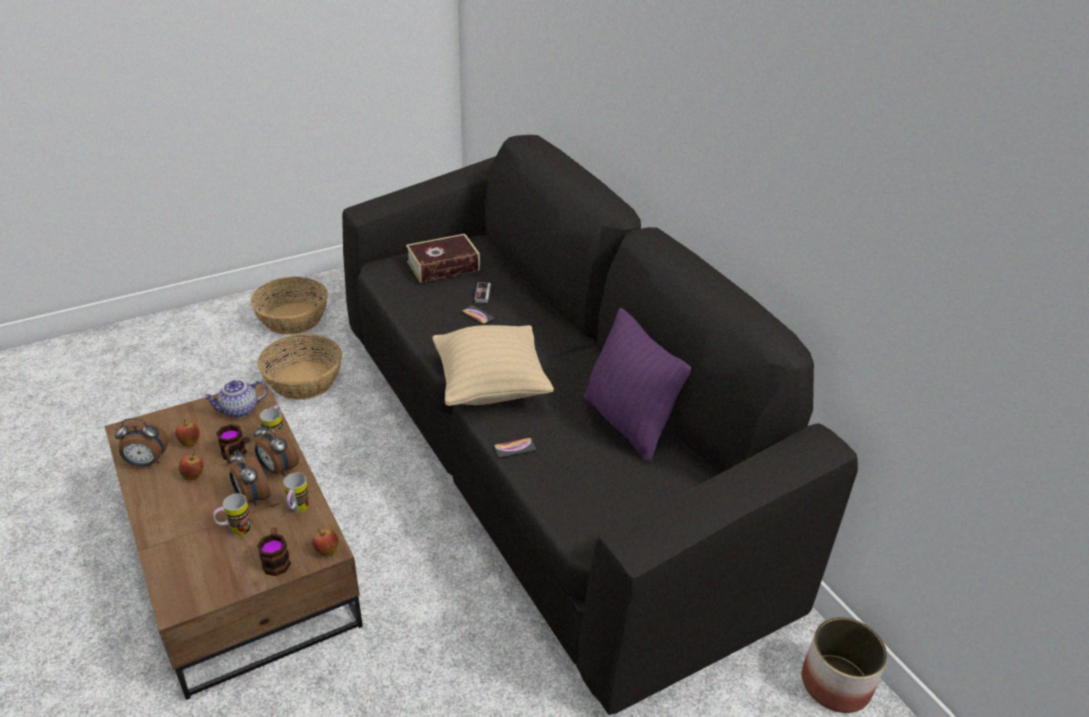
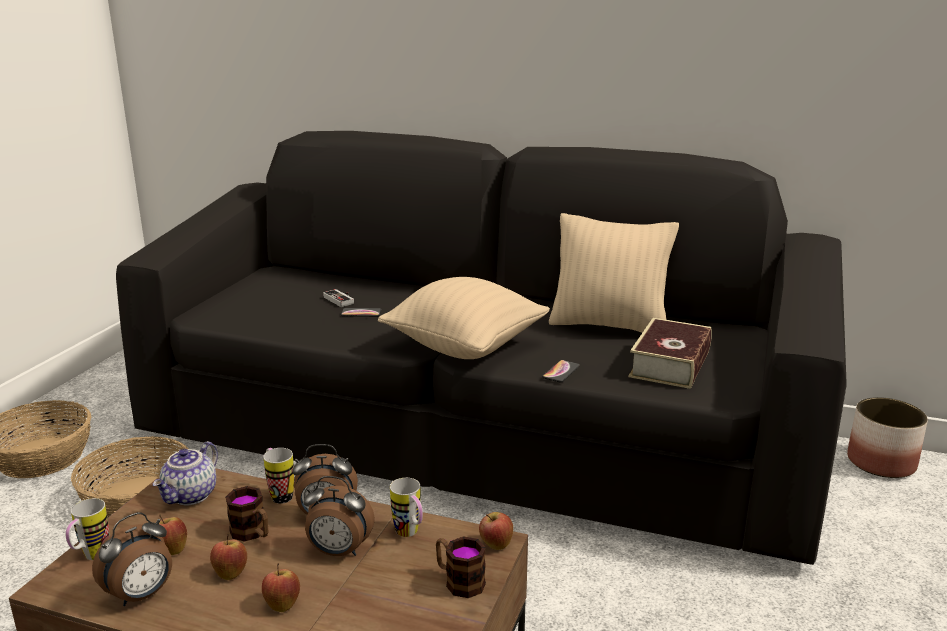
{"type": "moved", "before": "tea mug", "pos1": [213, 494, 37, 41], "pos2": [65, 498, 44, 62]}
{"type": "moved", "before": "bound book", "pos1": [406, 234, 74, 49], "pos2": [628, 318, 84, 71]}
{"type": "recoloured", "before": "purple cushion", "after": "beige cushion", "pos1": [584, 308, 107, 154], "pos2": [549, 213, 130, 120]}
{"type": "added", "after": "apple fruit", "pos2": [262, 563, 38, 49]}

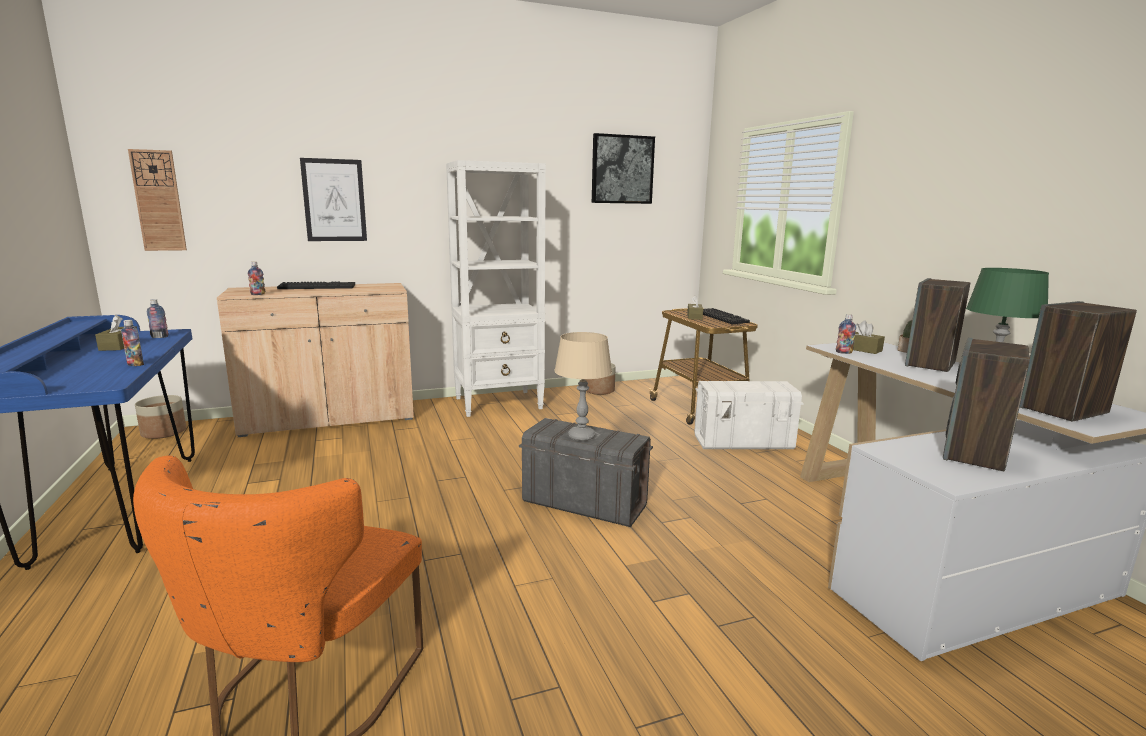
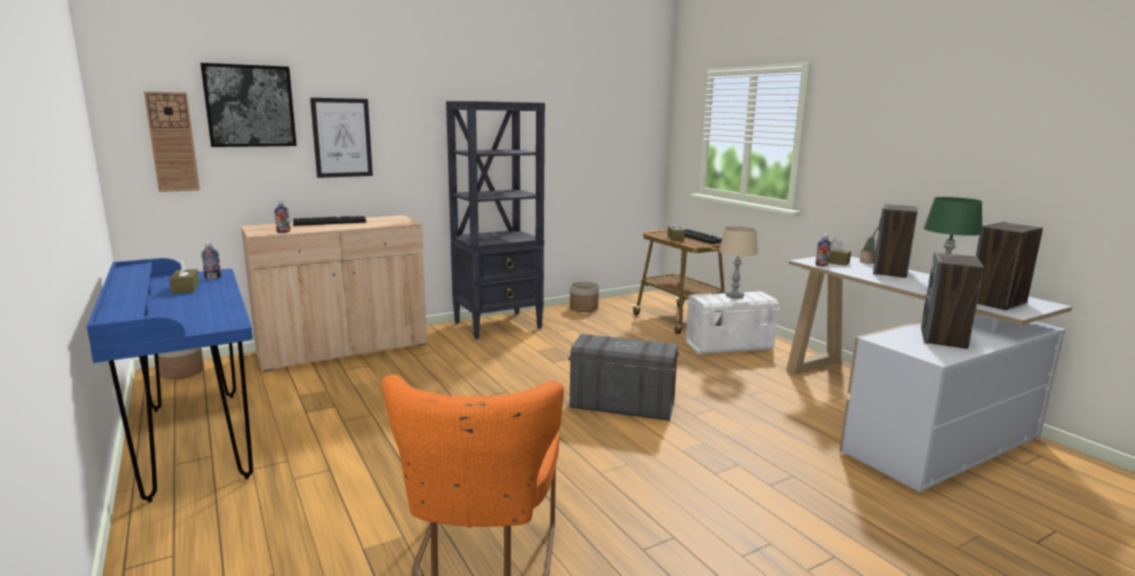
{"type": "removed", "before": "beverage bottle", "pos1": [121, 320, 23, 46]}
{"type": "recoloured", "before": "white-coloured bookcase", "after": "black-coloured bookcase", "pos1": [446, 160, 100, 257], "pos2": [446, 101, 99, 238]}
{"type": "moved", "before": "beige tabletop lamp", "pos1": [554, 332, 58, 109], "pos2": [719, 226, 39, 72]}
{"type": "moved", "before": "wall art", "pos1": [592, 133, 63, 71], "pos2": [200, 63, 97, 84]}

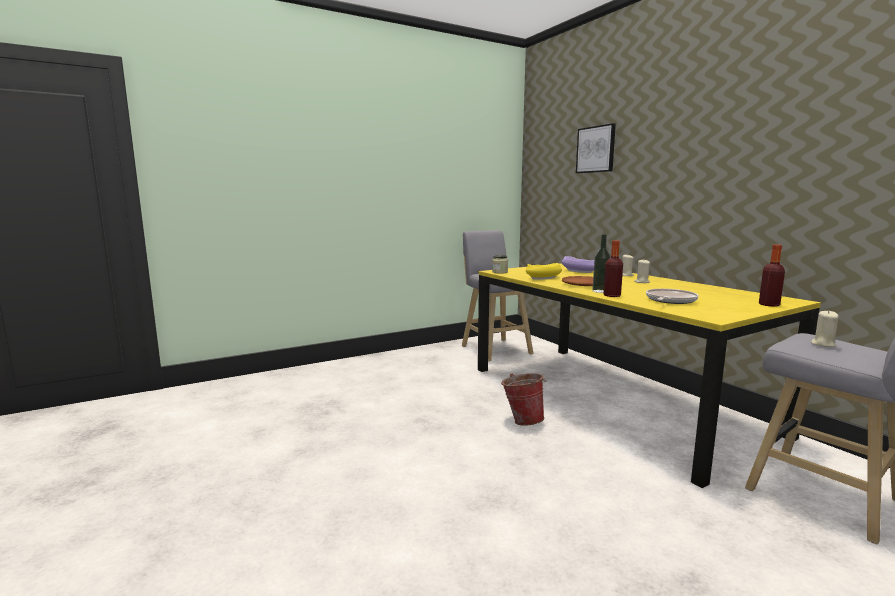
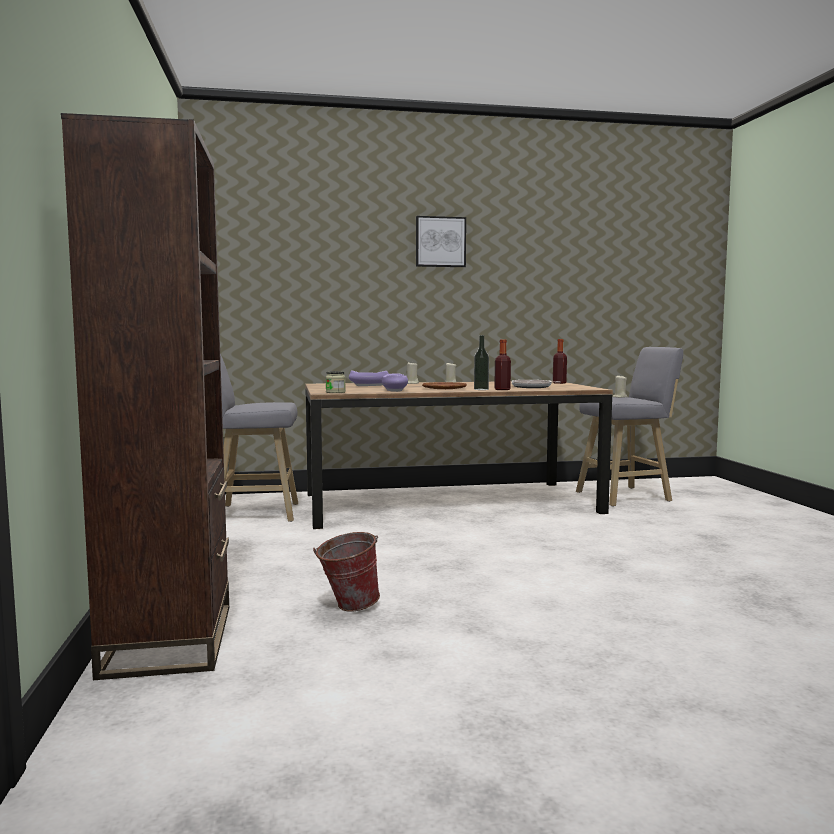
{"type": "recoloured", "before": "yellow dining table", "after": "brown-coloured dining table", "pos1": [478, 263, 343, 225], "pos2": [305, 381, 308, 148]}
{"type": "moved", "before": "pail", "pos1": [501, 373, 46, 53], "pos2": [313, 532, 67, 80]}
{"type": "recoloured", "before": "yellow serving bowl", "after": "purple serving bowl", "pos1": [526, 263, 36, 17], "pos2": [382, 373, 26, 19]}
{"type": "moved", "before": "wall art", "pos1": [576, 123, 40, 50], "pos2": [416, 216, 50, 51]}
{"type": "added", "after": "brown-coloured bookcase", "pos2": [61, 113, 168, 567]}

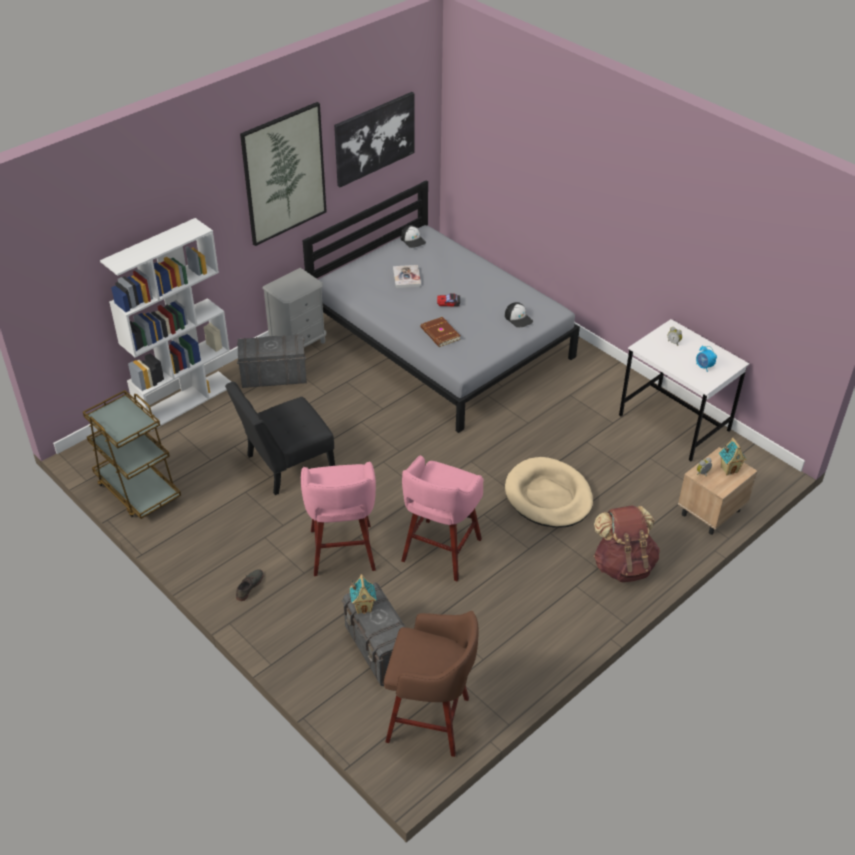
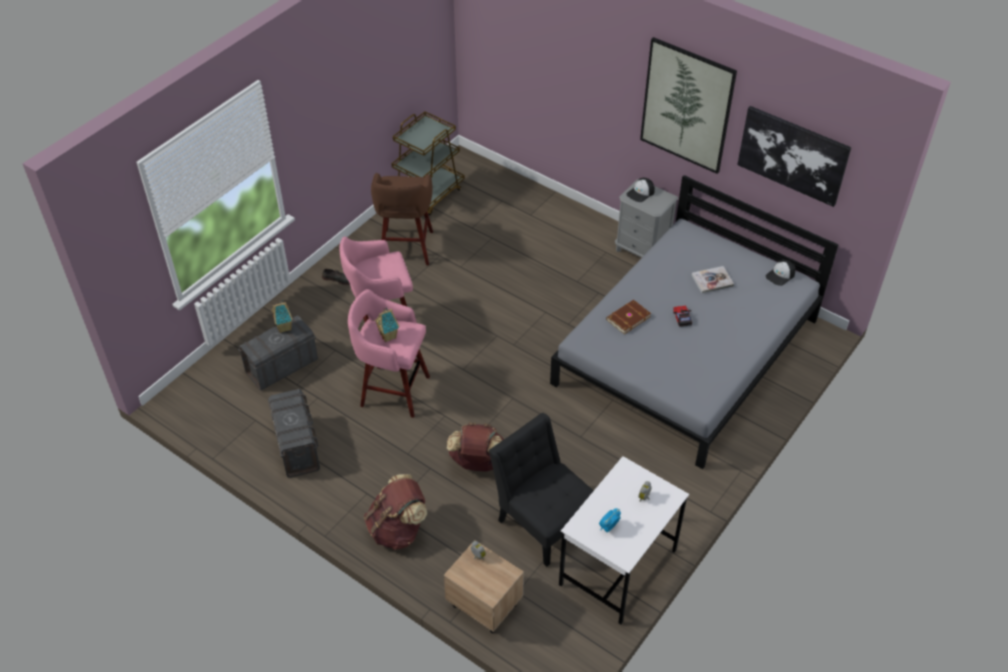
{"type": "removed", "before": "white-coloured bookcase", "pos1": [100, 218, 131, 213]}
{"type": "moved", "before": "black-coloured upright chair", "pos1": [225, 381, 110, 114], "pos2": [489, 413, 105, 154]}
{"type": "moved", "before": "greyish storage container", "pos1": [237, 334, 70, 54], "pos2": [268, 389, 52, 89]}
{"type": "moved", "before": "brown-coloured sitting stool", "pos1": [384, 611, 95, 146], "pos2": [371, 173, 62, 92]}
{"type": "moved", "before": "peaked cap", "pos1": [505, 302, 28, 26], "pos2": [627, 178, 28, 24]}
{"type": "replaced", "before": "beige dog bed", "after": "brown-coloured knapsack", "pos1": [505, 457, 88, 71], "pos2": [447, 423, 57, 49]}
{"type": "moved", "before": "toy house", "pos1": [719, 438, 28, 37], "pos2": [374, 307, 26, 35]}

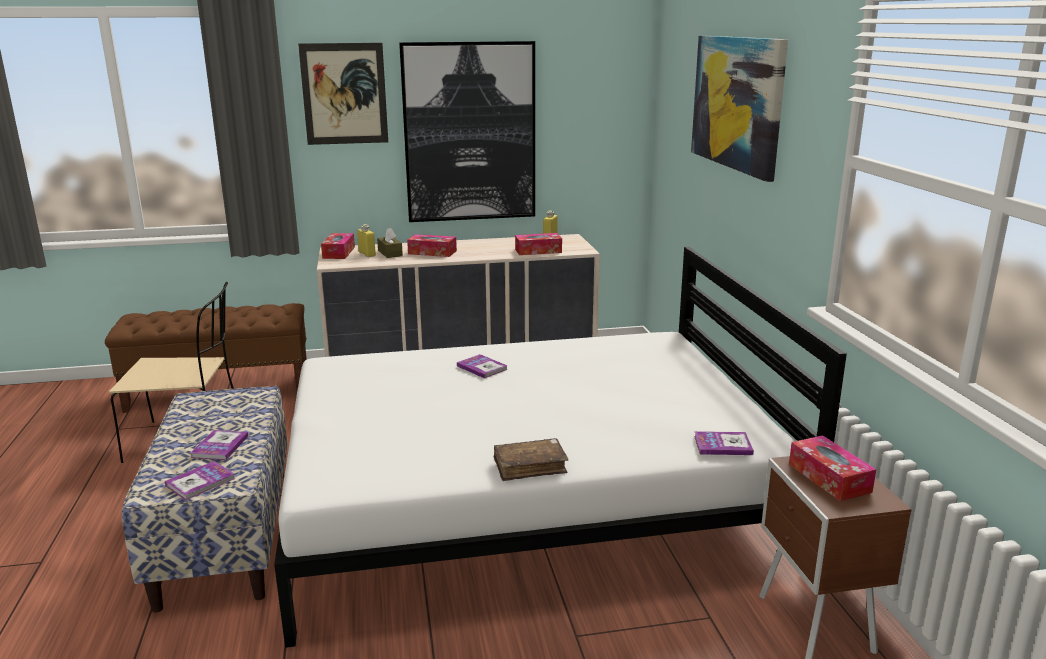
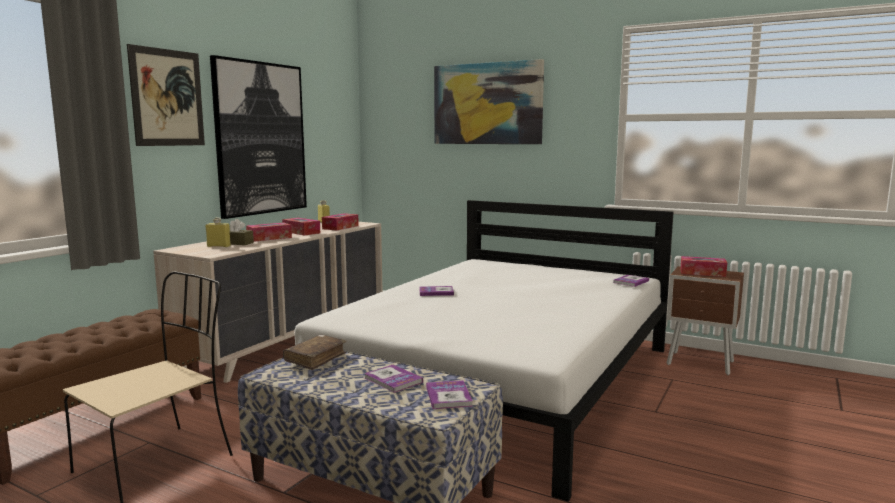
{"type": "moved", "before": "box of tissues", "pos1": [321, 233, 34, 26], "pos2": [282, 218, 38, 18]}
{"type": "moved", "before": "brown-coloured bound book", "pos1": [494, 438, 75, 43], "pos2": [283, 334, 64, 36]}

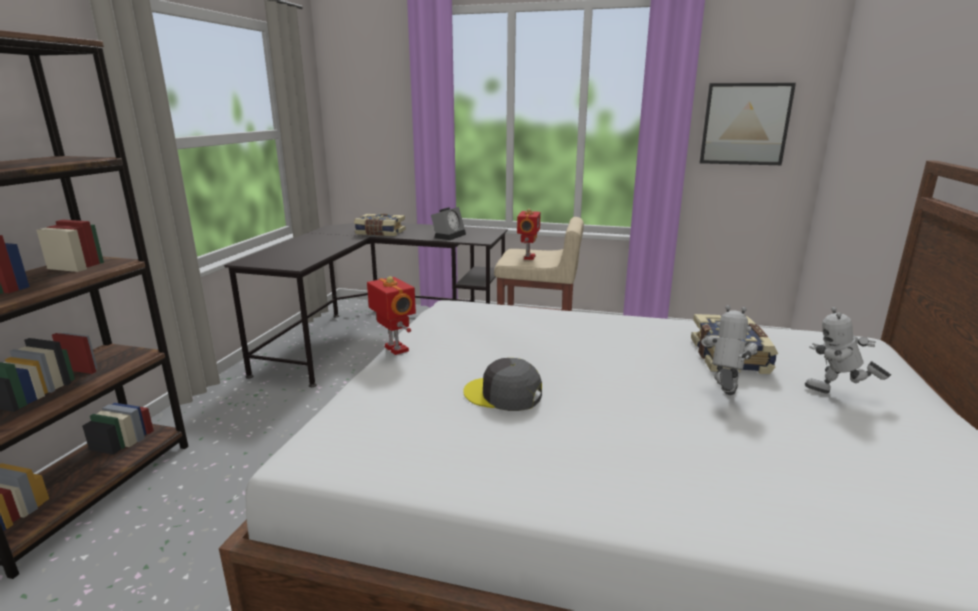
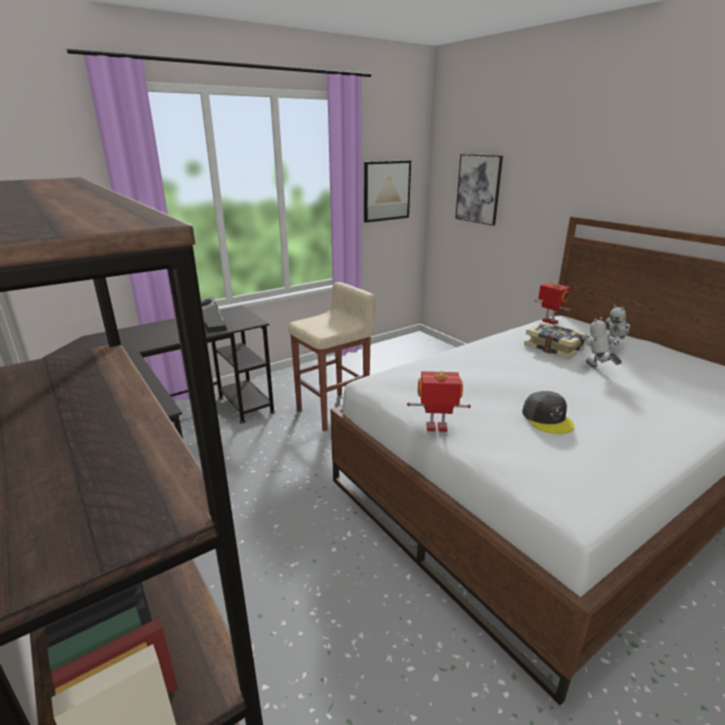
{"type": "removed", "before": "bound book", "pos1": [354, 214, 52, 22]}
{"type": "turned", "before": "greyish peaked cap", "pos1": [463, 358, 79, 53], "pos2": [522, 391, 52, 43], "turn": -75}
{"type": "moved", "before": "toy robot", "pos1": [517, 209, 24, 51], "pos2": [534, 282, 36, 42]}
{"type": "added", "after": "wall art", "pos2": [455, 154, 48, 71]}

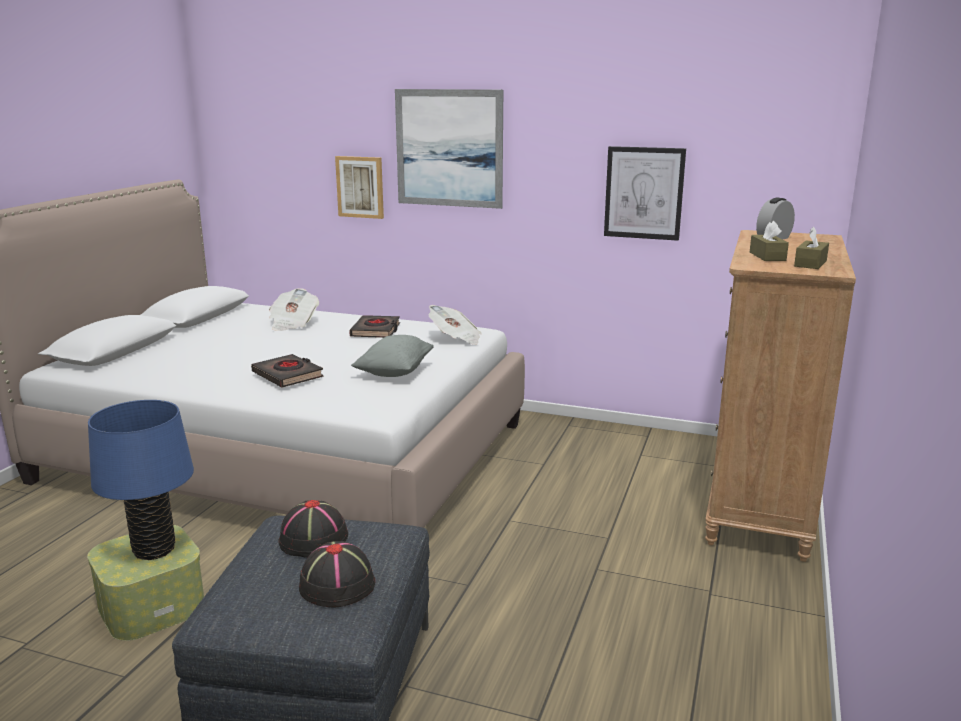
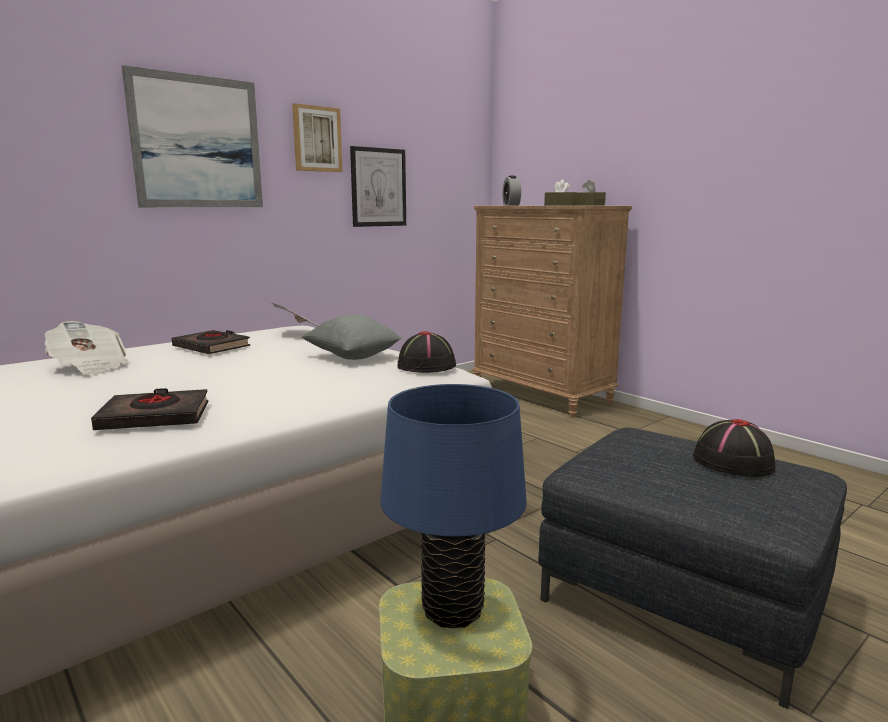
{"type": "moved", "before": "black-coloured bound book", "pos1": [251, 354, 73, 33], "pos2": [91, 388, 118, 42]}
{"type": "moved", "before": "black-coloured wearable hat", "pos1": [278, 500, 70, 58], "pos2": [397, 331, 59, 42]}
{"type": "moved", "before": "wall art", "pos1": [335, 156, 49, 63], "pos2": [292, 103, 51, 69]}

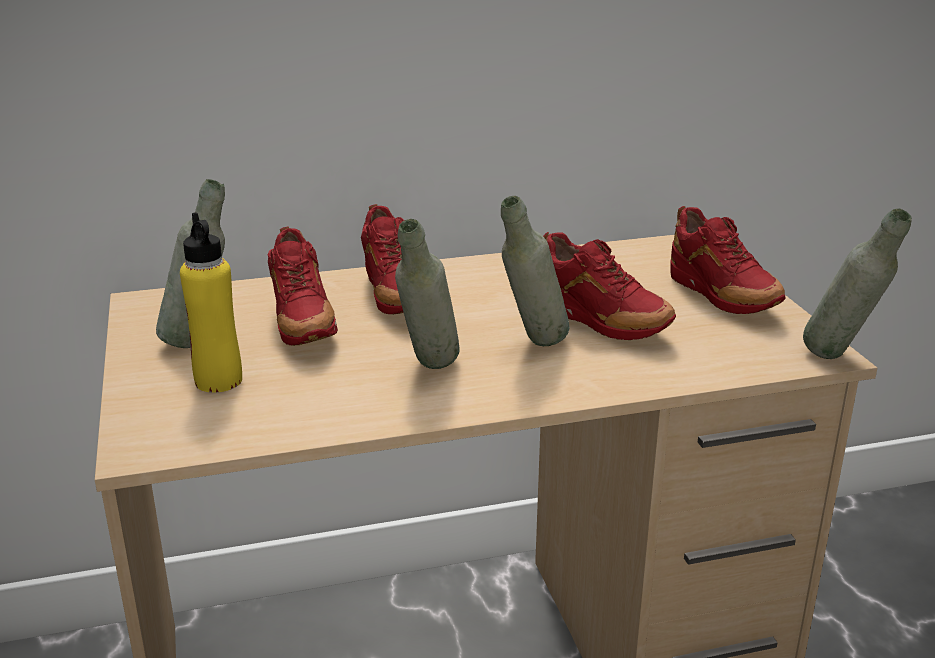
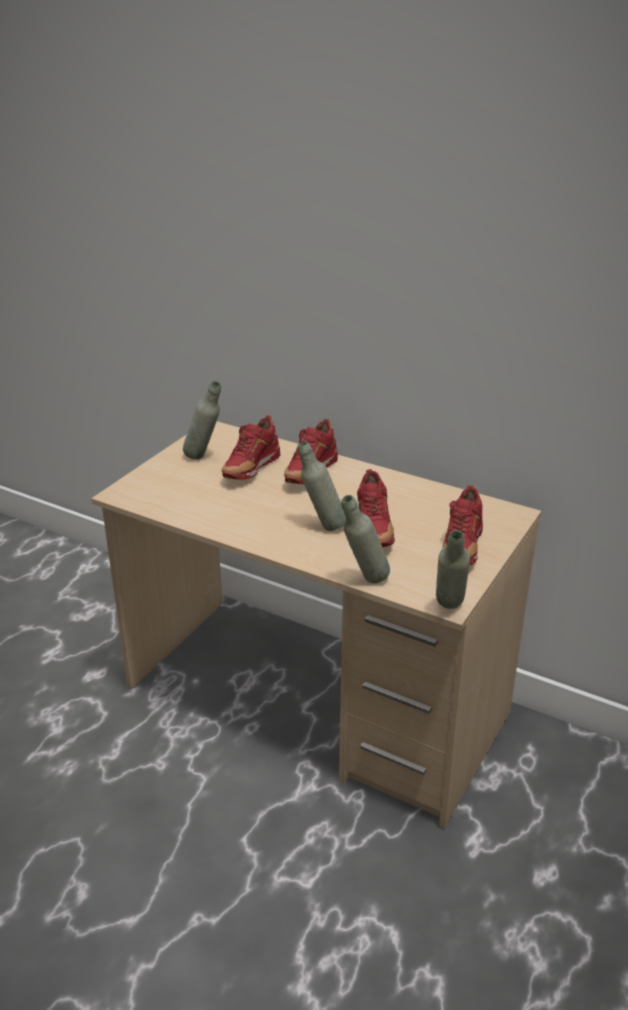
{"type": "removed", "before": "yellow beverage bottle", "pos1": [180, 212, 62, 181]}
{"type": "moved", "before": "greyish beverage bottle", "pos1": [395, 219, 65, 150], "pos2": [341, 495, 49, 88]}

